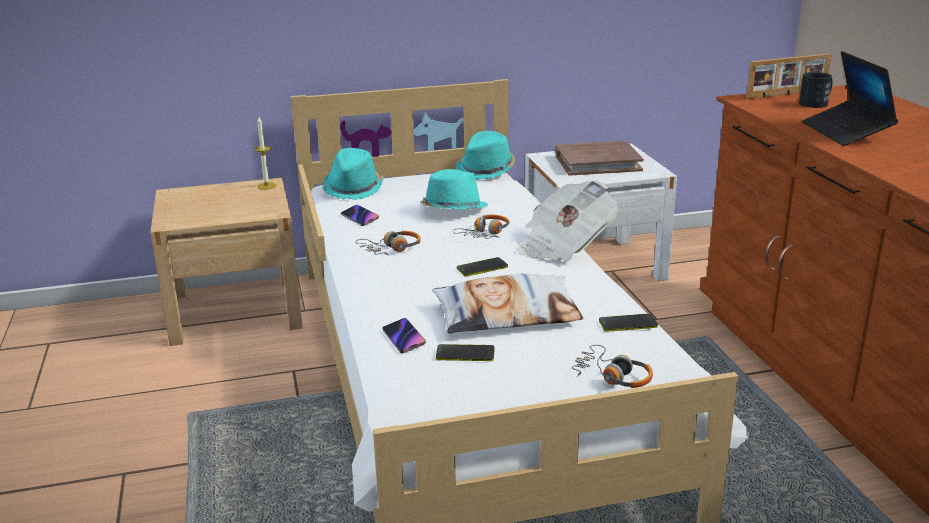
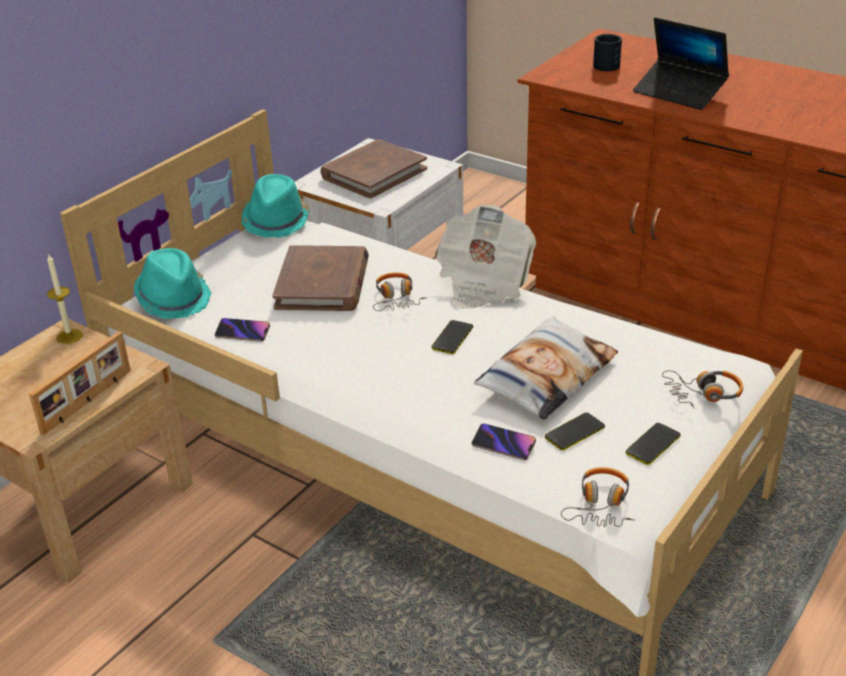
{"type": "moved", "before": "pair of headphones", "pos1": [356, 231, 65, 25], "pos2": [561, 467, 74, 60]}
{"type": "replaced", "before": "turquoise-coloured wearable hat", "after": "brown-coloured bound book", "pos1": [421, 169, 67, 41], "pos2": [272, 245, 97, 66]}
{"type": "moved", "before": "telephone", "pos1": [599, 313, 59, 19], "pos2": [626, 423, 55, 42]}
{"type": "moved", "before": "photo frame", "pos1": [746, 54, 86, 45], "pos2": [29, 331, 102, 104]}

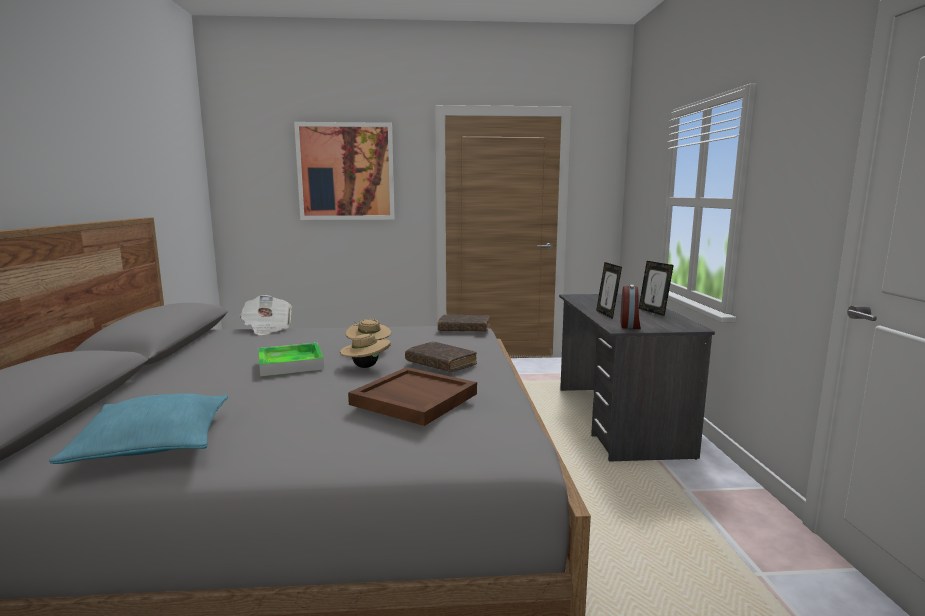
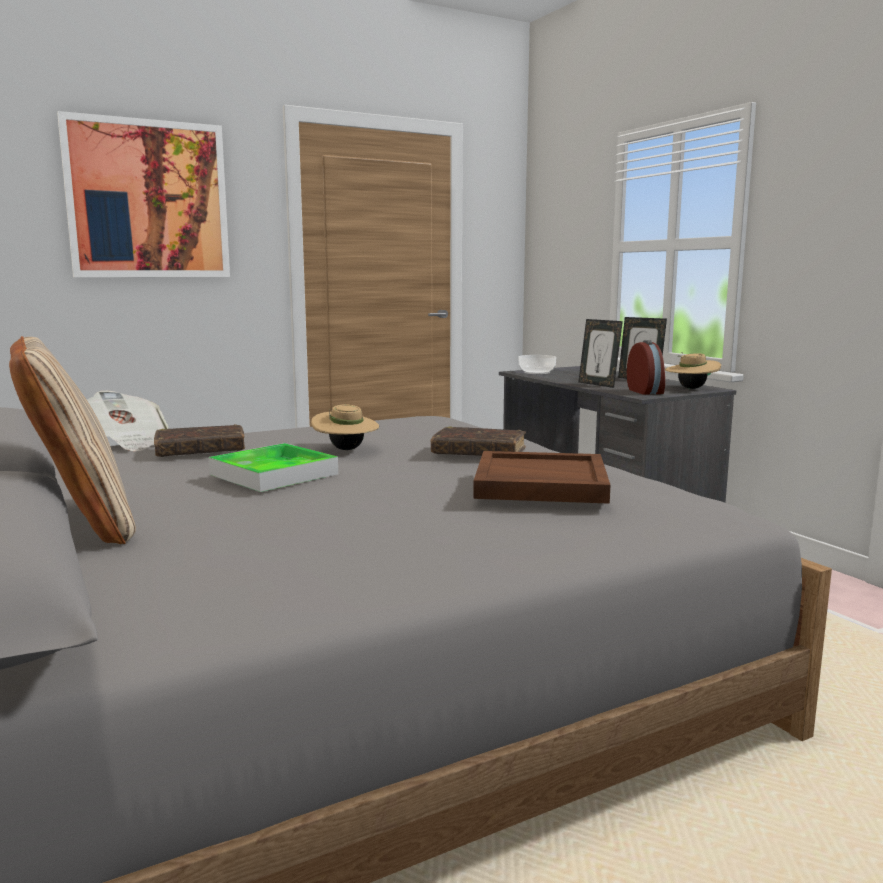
{"type": "removed", "before": "turquoise-coloured cushion", "pos1": [49, 393, 179, 71]}
{"type": "moved", "before": "beige wearable hat", "pos1": [340, 331, 51, 37], "pos2": [665, 352, 56, 37]}
{"type": "moved", "before": "brown-coloured bound book", "pos1": [438, 314, 52, 18], "pos2": [154, 424, 91, 33]}
{"type": "added", "after": "beige cushion", "pos2": [9, 336, 127, 208]}
{"type": "added", "after": "serving bowl", "pos2": [519, 355, 37, 19]}

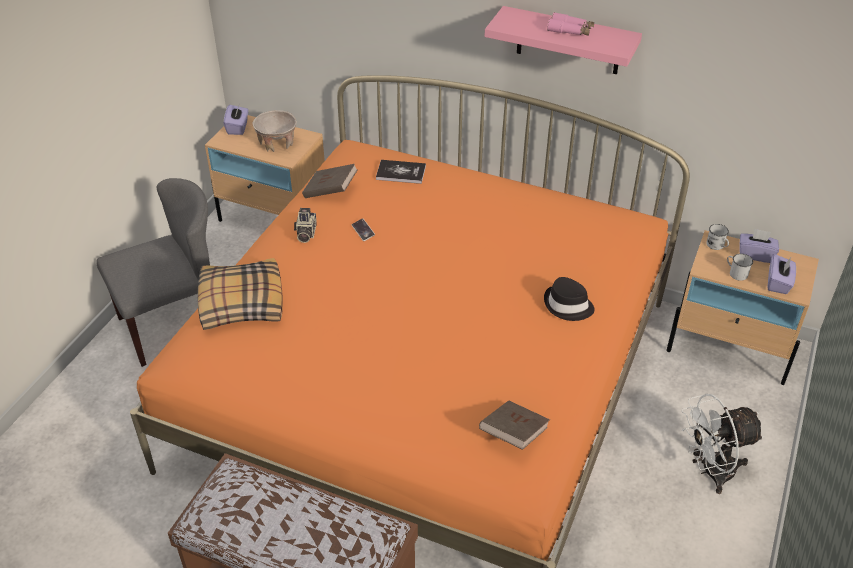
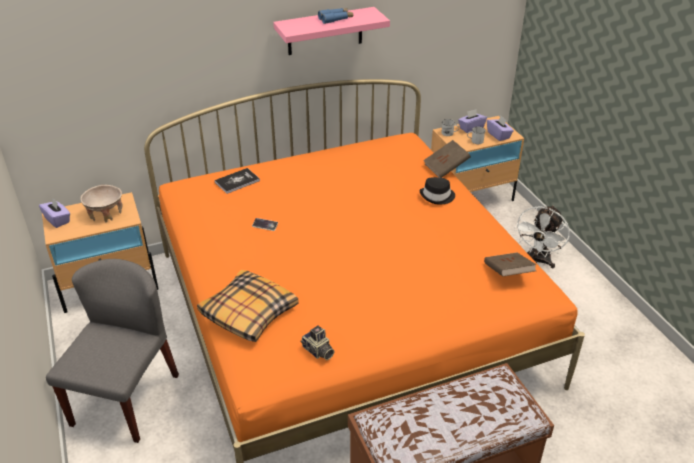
{"type": "moved", "before": "still camera", "pos1": [294, 208, 23, 35], "pos2": [301, 326, 34, 34]}
{"type": "moved", "before": "brown-coloured bound book", "pos1": [302, 164, 56, 34], "pos2": [423, 140, 48, 38]}
{"type": "recoloured", "before": "pink binoculars", "after": "bluish binoculars", "pos1": [547, 12, 47, 24], "pos2": [318, 8, 35, 16]}

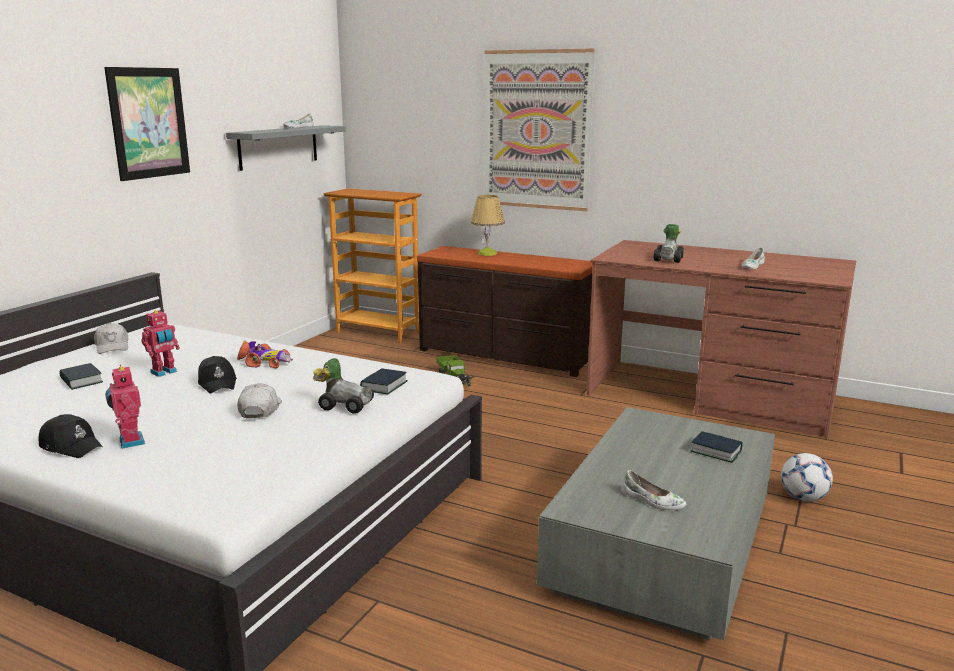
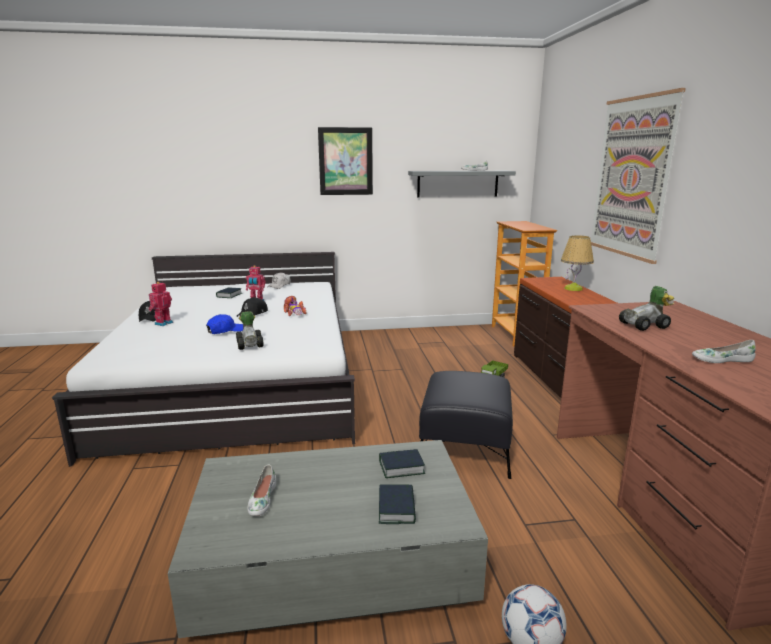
{"type": "recoloured", "before": "white-coloured peaked cap", "after": "bluish peaked cap", "pos1": [237, 383, 45, 35], "pos2": [206, 314, 37, 20]}
{"type": "moved", "before": "bound book", "pos1": [360, 368, 48, 26], "pos2": [379, 449, 46, 29]}
{"type": "added", "after": "black-coloured footrest", "pos2": [419, 371, 94, 108]}

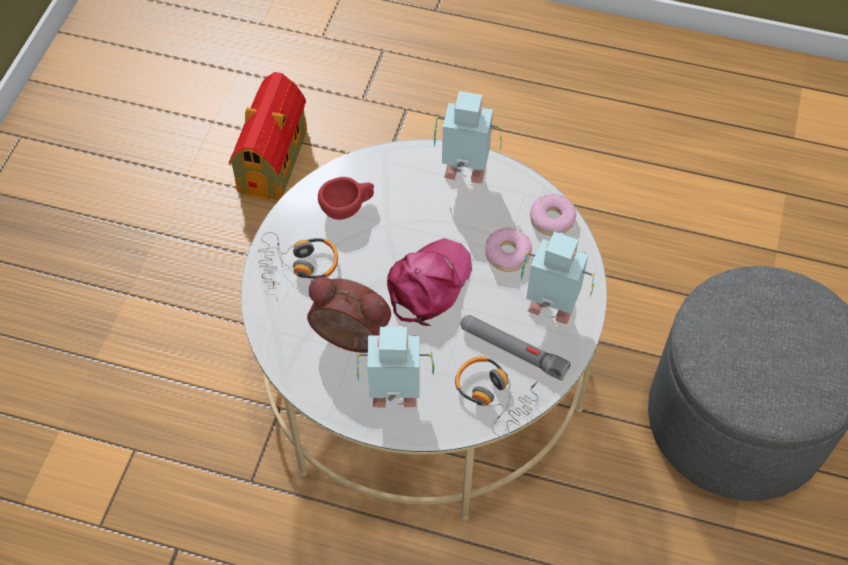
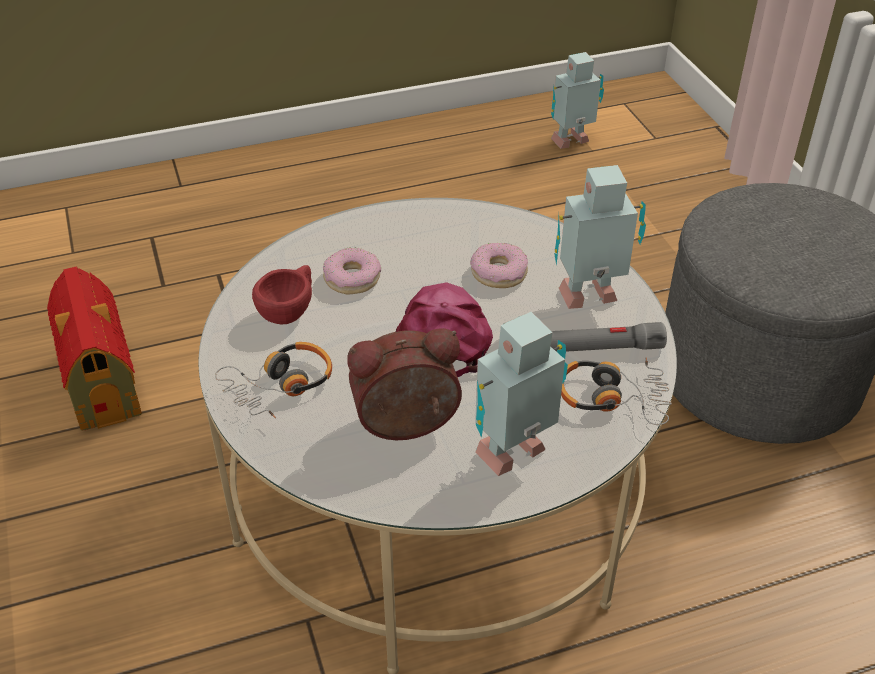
{"type": "moved", "before": "toy robot", "pos1": [434, 91, 68, 92], "pos2": [551, 52, 53, 97]}
{"type": "moved", "before": "ring doughnut", "pos1": [530, 194, 46, 42], "pos2": [323, 248, 58, 46]}

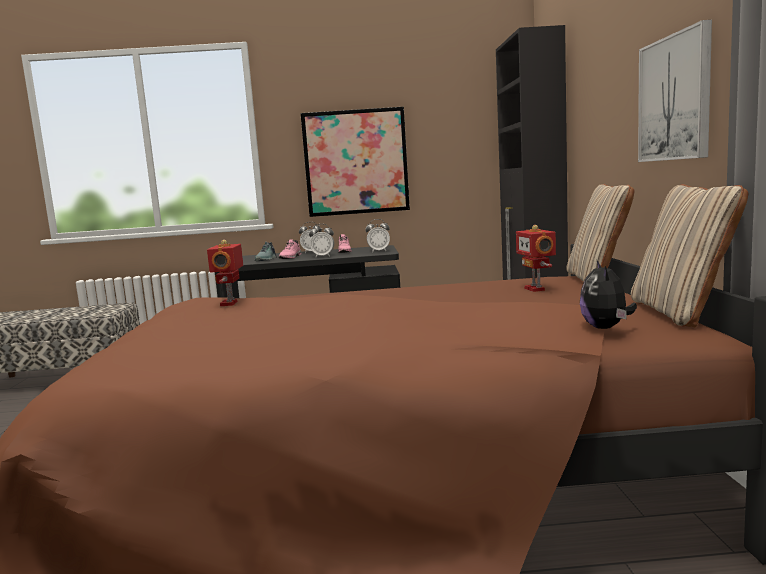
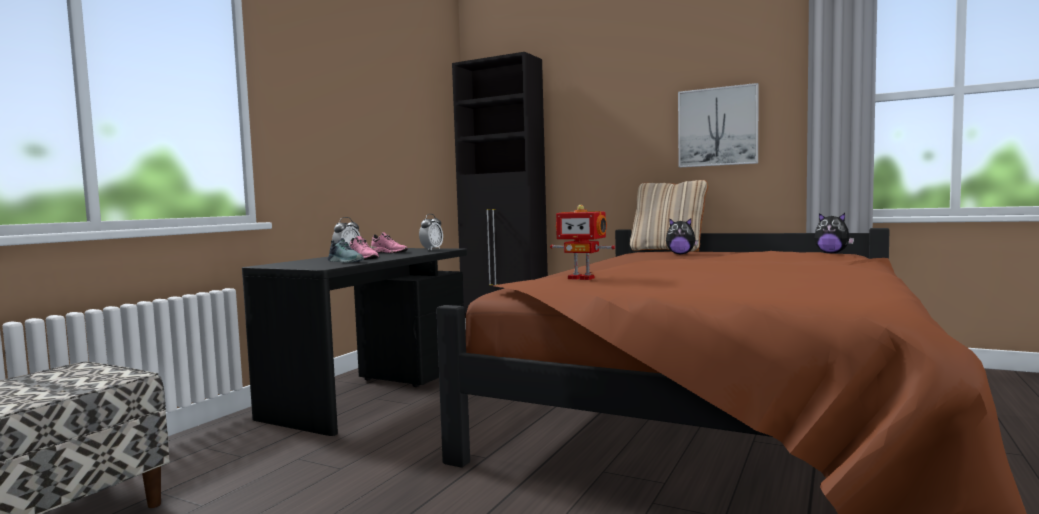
{"type": "removed", "before": "wall art", "pos1": [301, 107, 109, 110]}
{"type": "removed", "before": "bedside clock", "pos1": [309, 224, 25, 33]}
{"type": "replaced", "before": "toy robot", "after": "plush toy", "pos1": [516, 225, 40, 67], "pos2": [666, 218, 32, 37]}
{"type": "removed", "before": "beige cushion", "pos1": [631, 184, 117, 144]}

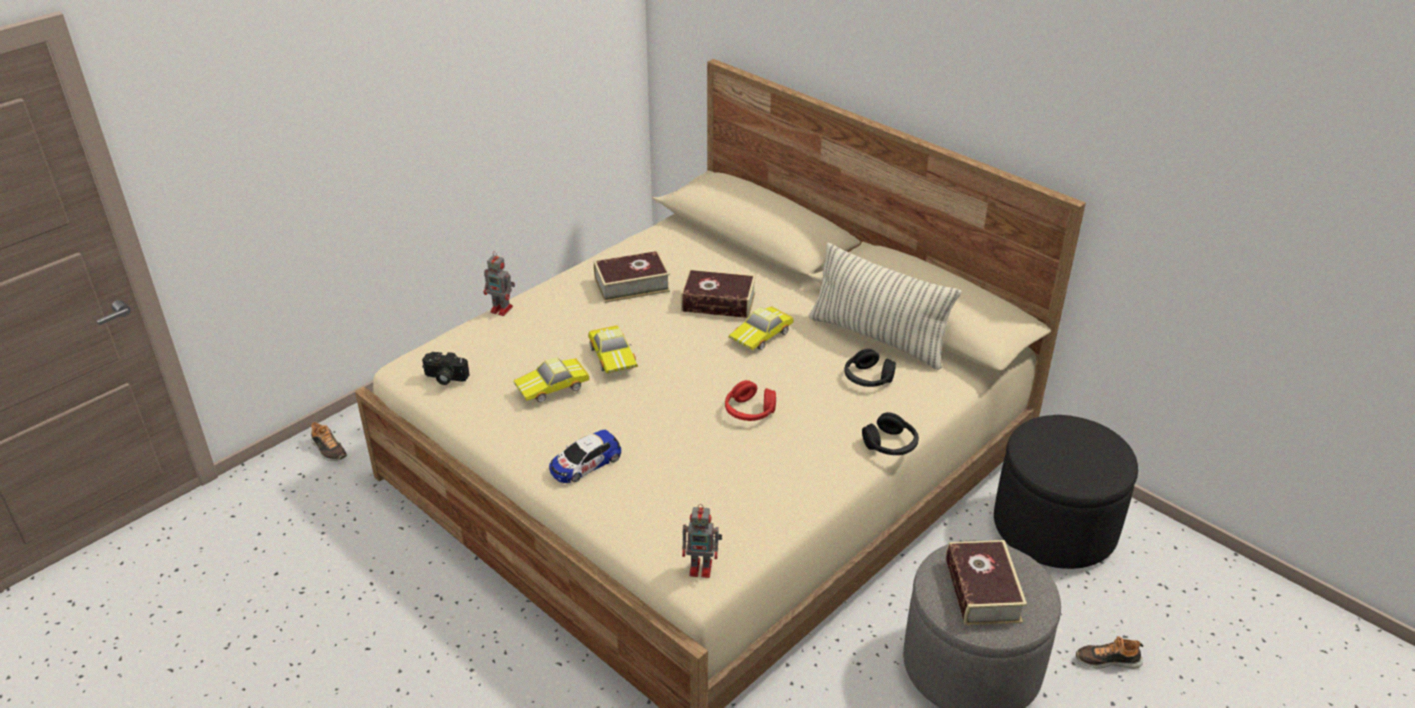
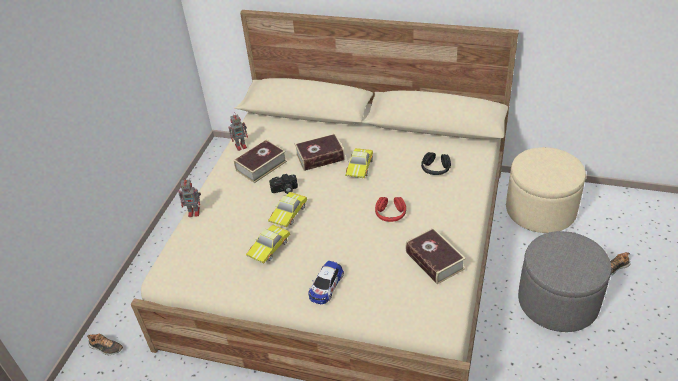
{"type": "moved", "before": "still camera", "pos1": [422, 352, 47, 33], "pos2": [269, 174, 29, 20]}
{"type": "turned", "before": "model car", "pos1": [588, 325, 50, 48], "pos2": [268, 192, 39, 35], "turn": 75}
{"type": "moved", "before": "toy robot", "pos1": [682, 504, 40, 74], "pos2": [228, 113, 20, 38]}
{"type": "removed", "before": "cushion", "pos1": [809, 243, 152, 127]}
{"type": "removed", "before": "black-coloured pair of headphones", "pos1": [862, 412, 57, 43]}
{"type": "moved", "before": "bound book", "pos1": [946, 540, 81, 85], "pos2": [405, 228, 61, 56]}
{"type": "recoloured", "before": "black-coloured footrest", "after": "beige footrest", "pos1": [994, 415, 144, 154], "pos2": [506, 147, 80, 86]}

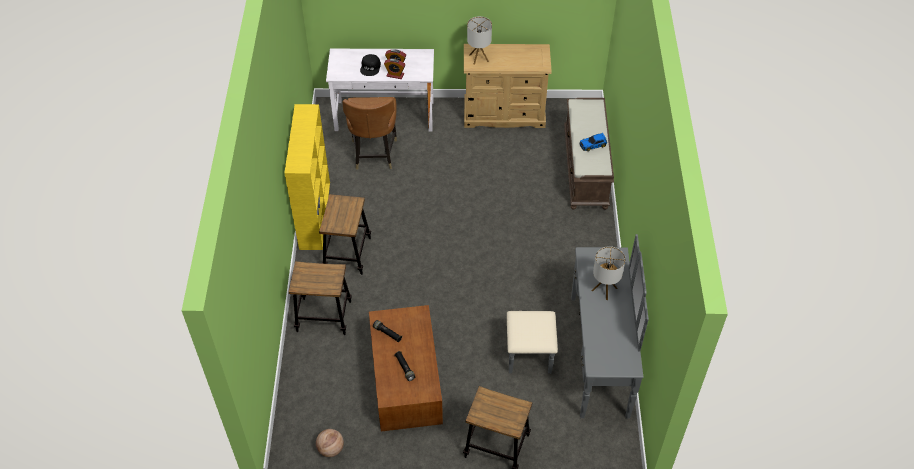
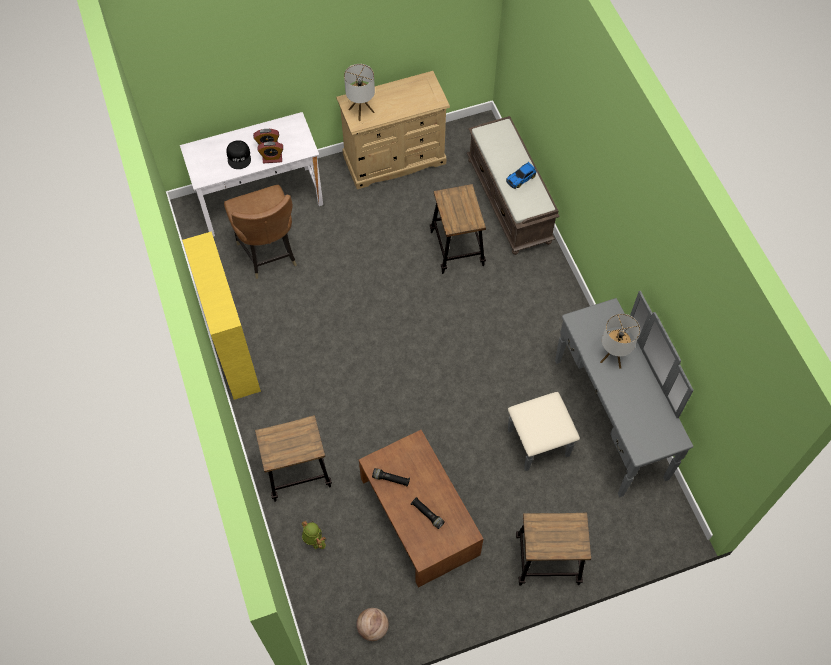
{"type": "moved", "before": "sitting stool", "pos1": [319, 194, 52, 81], "pos2": [430, 184, 56, 90]}
{"type": "added", "after": "toy robot", "pos2": [302, 521, 24, 28]}

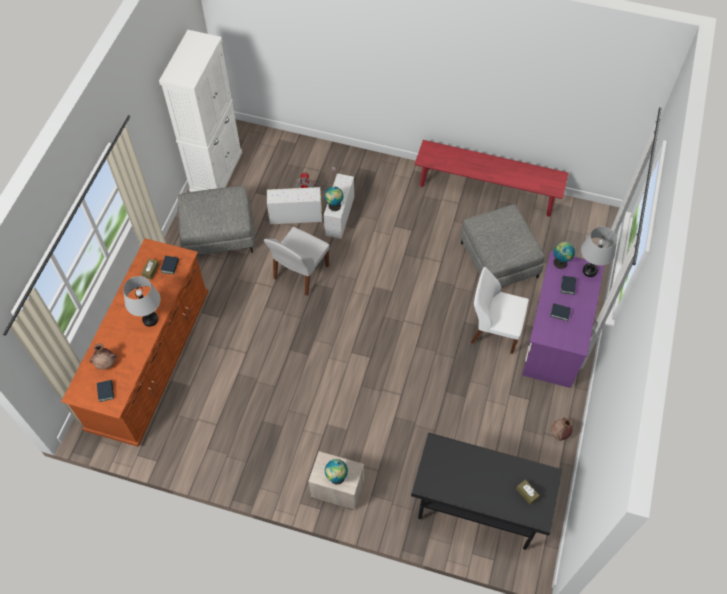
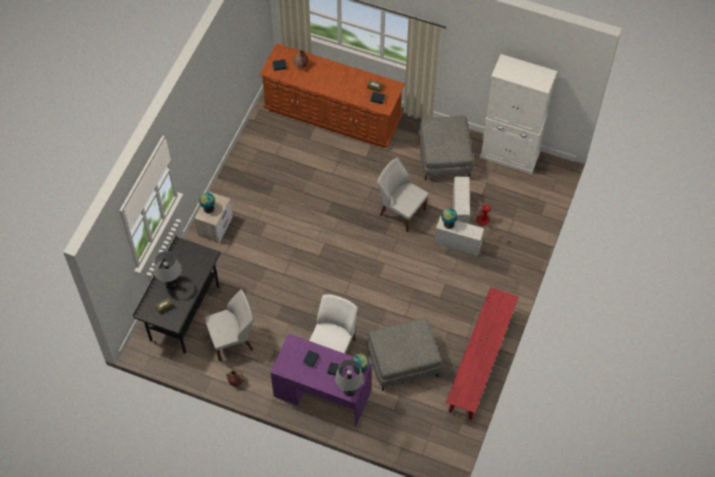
{"type": "moved", "before": "greyish tabletop lamp", "pos1": [123, 276, 38, 50], "pos2": [154, 251, 27, 39]}
{"type": "added", "after": "white-coloured upright chair", "pos2": [205, 290, 48, 71]}

